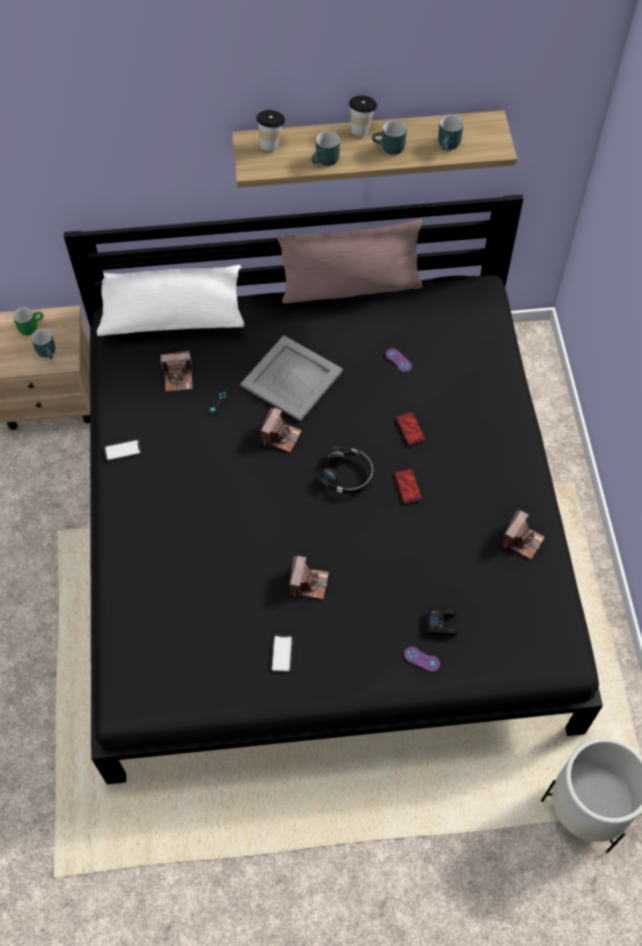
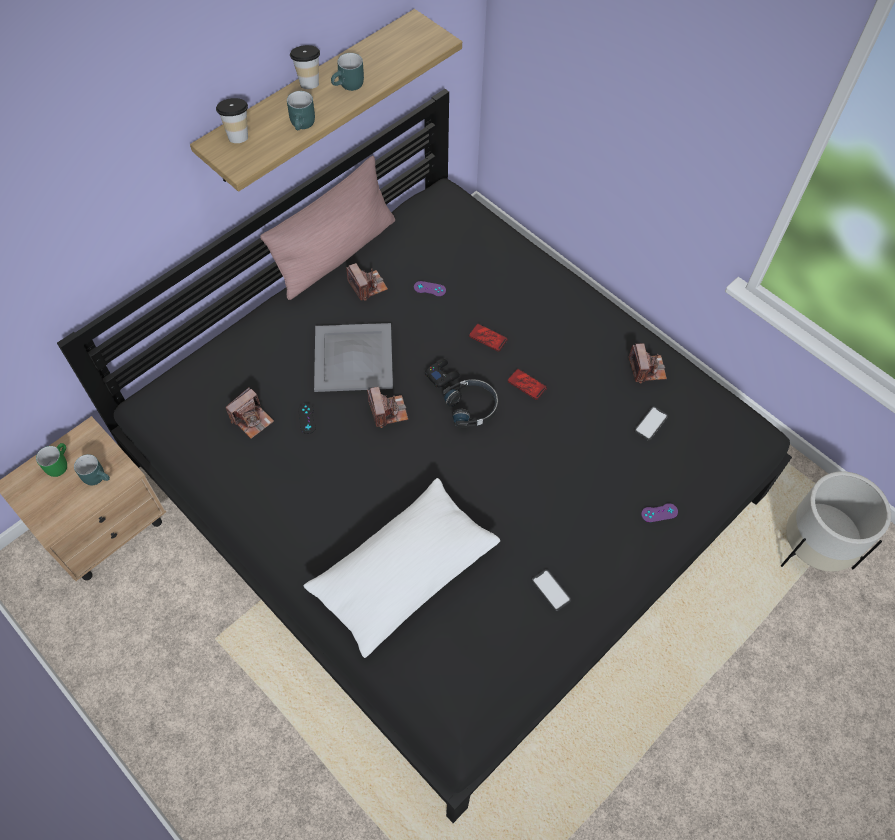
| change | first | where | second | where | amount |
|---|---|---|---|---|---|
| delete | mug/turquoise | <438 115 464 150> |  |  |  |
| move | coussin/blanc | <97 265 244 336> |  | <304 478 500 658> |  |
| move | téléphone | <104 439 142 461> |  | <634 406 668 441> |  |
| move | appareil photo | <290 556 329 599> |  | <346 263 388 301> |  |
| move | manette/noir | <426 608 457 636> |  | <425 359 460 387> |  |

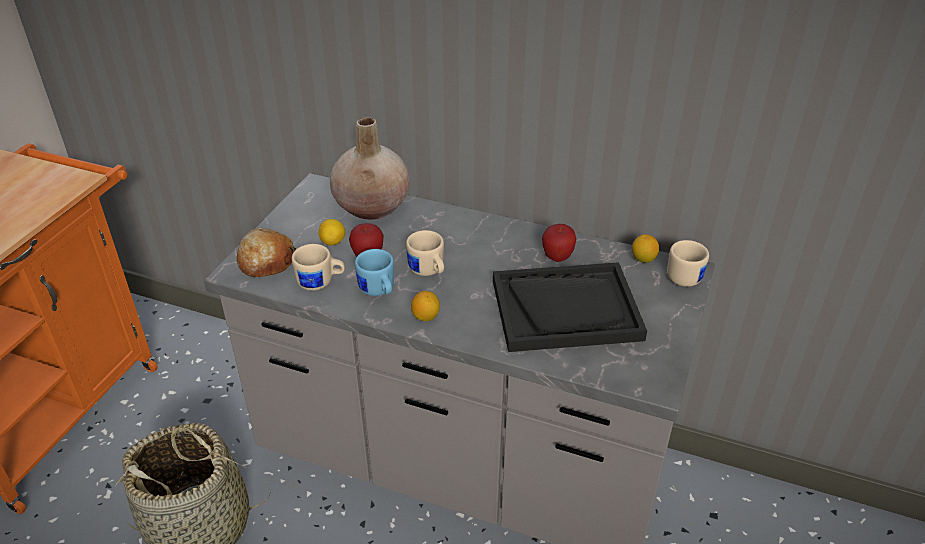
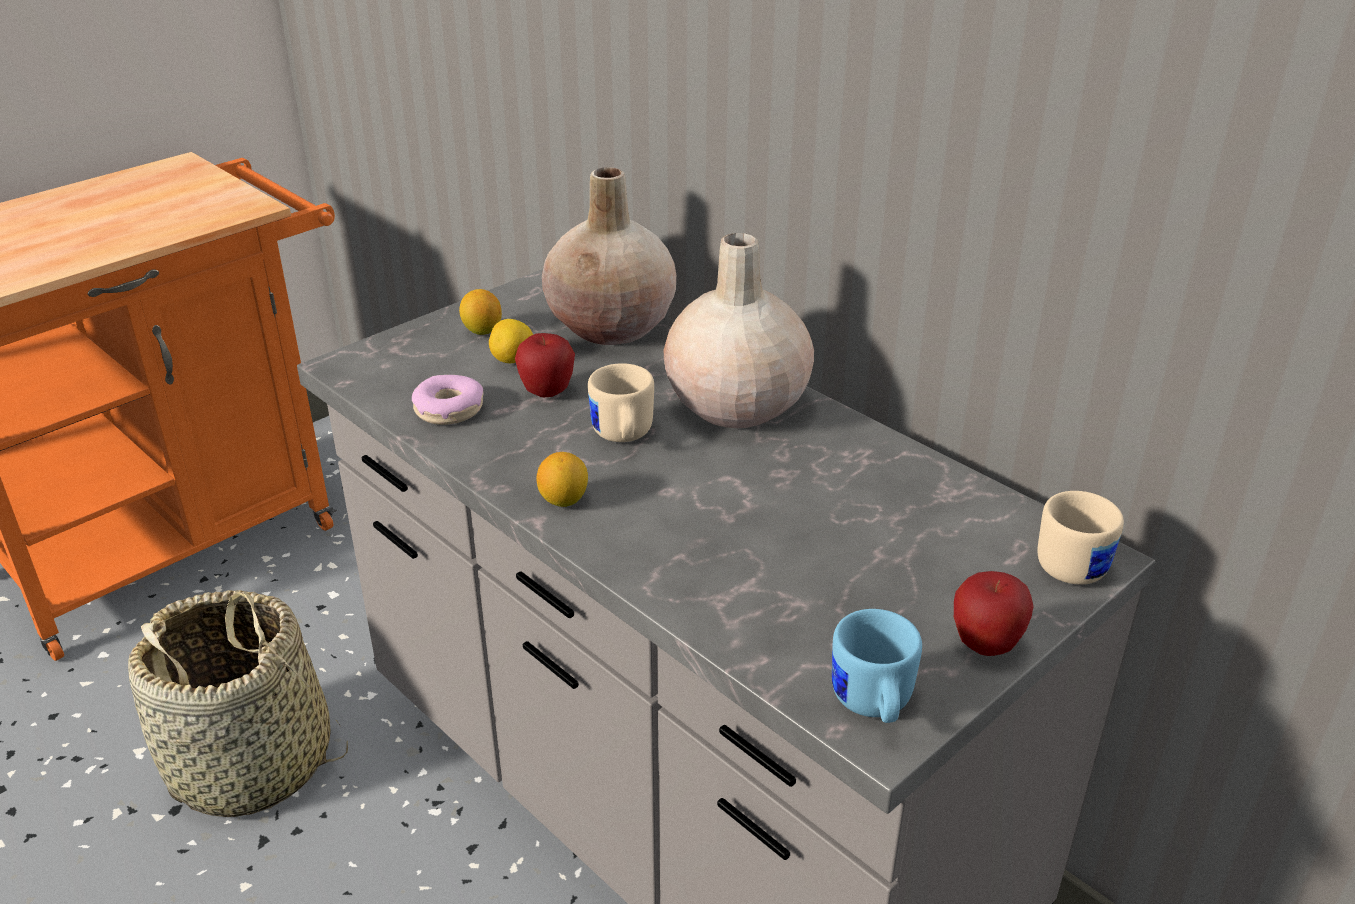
| change | first | where | second | where | amount |
|---|---|---|---|---|---|
| delete | pain | <237 228 296 277> |  |  |  |
| delete | plateau/noir | <493 262 647 352> |  |  |  |
| insert |  |  | vase/beige | <663 233 814 428> |  |
| move | mug/bleu | <355 249 394 296> |  | <832 609 922 723> |  |
| move | pomme | <542 224 576 262> |  | <954 571 1033 656> |  |
| move | citron | <632 234 659 263> |  | <459 289 502 335> |  |
| replace | mug/beige | <292 244 345 291> | beignet | <412 375 483 425> |  |

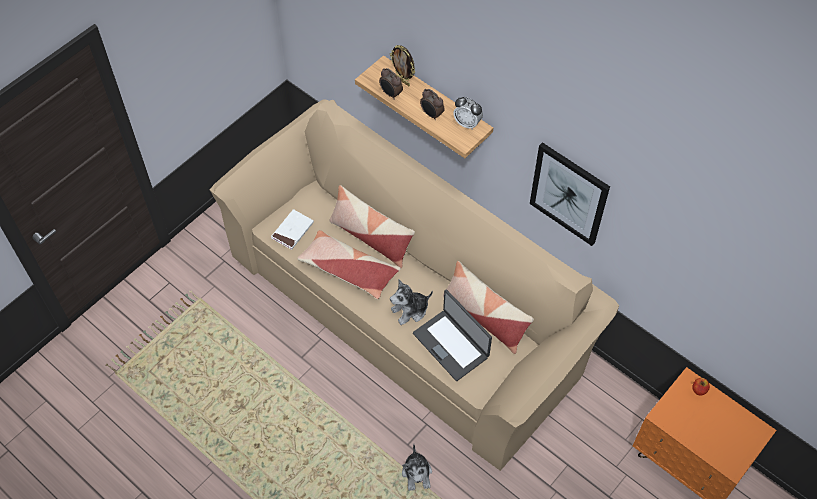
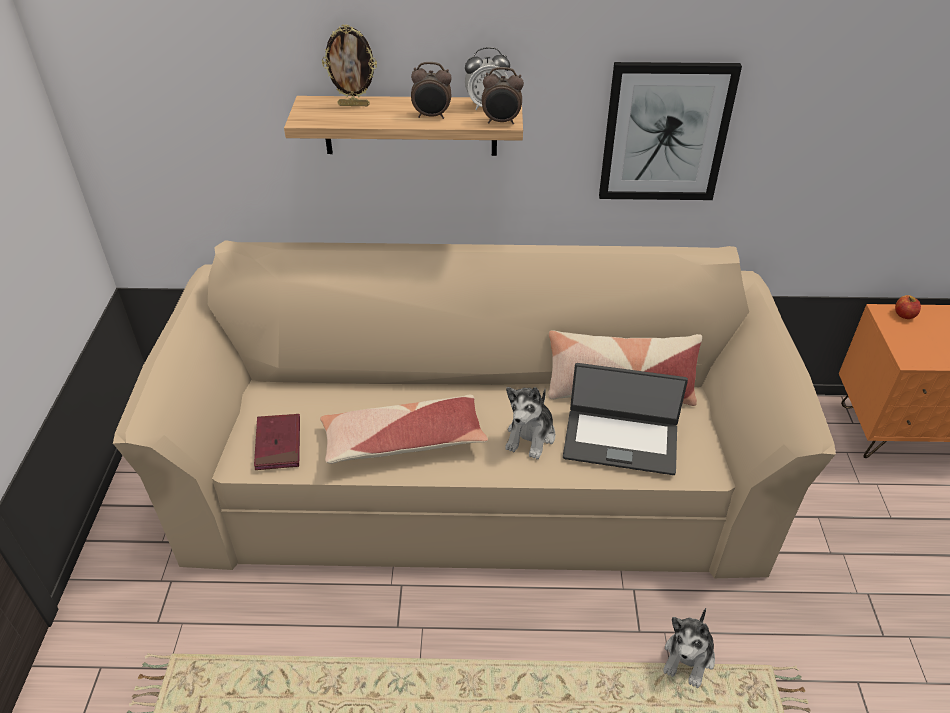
| change | first | where | second | where | amount |
|---|---|---|---|---|---|
| delete | coussin | <329 185 415 268> |  |  |  |
| move | réveil | <379 68 403 100> |  | <482 67 524 124> |  |
| recolor | livre/blanc | <271 209 314 250> | livre/rouge | <254 414 300 470> |  |
| rotate | peluche | <402 444 432 491> |  | <663 608 715 688> | 75 degrees clockwise |

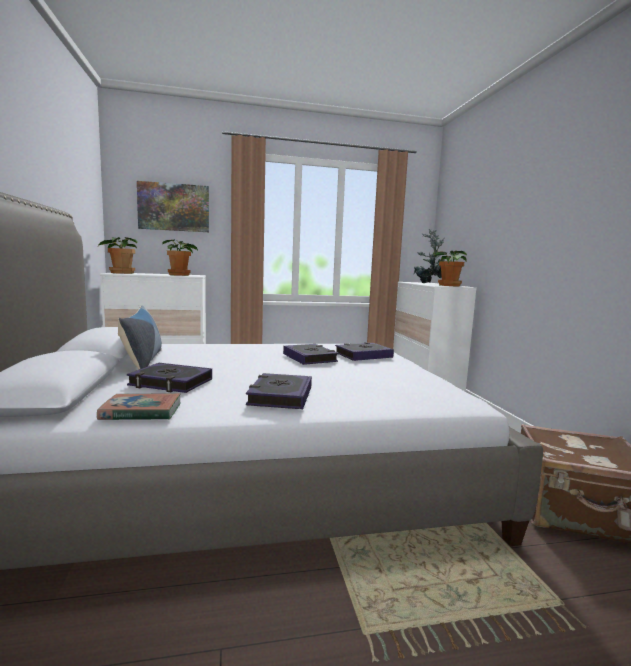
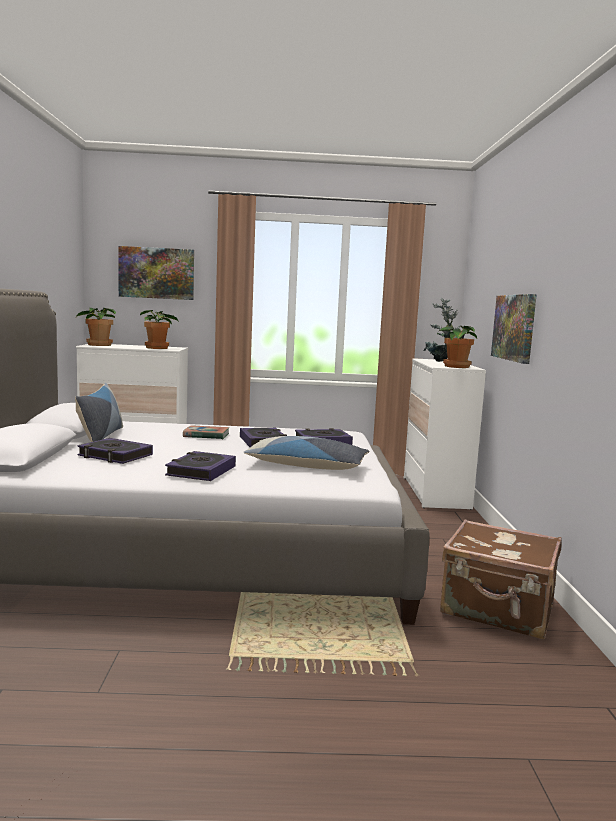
| change | first | where | second | where | amount |
|---|---|---|---|---|---|
| insert |  |  | coussin | <243 436 369 470> |  |
| insert |  |  | tableau | <491 294 537 364> |  |
| move | livre | <97 393 181 420> |  | <183 425 229 439> |  |

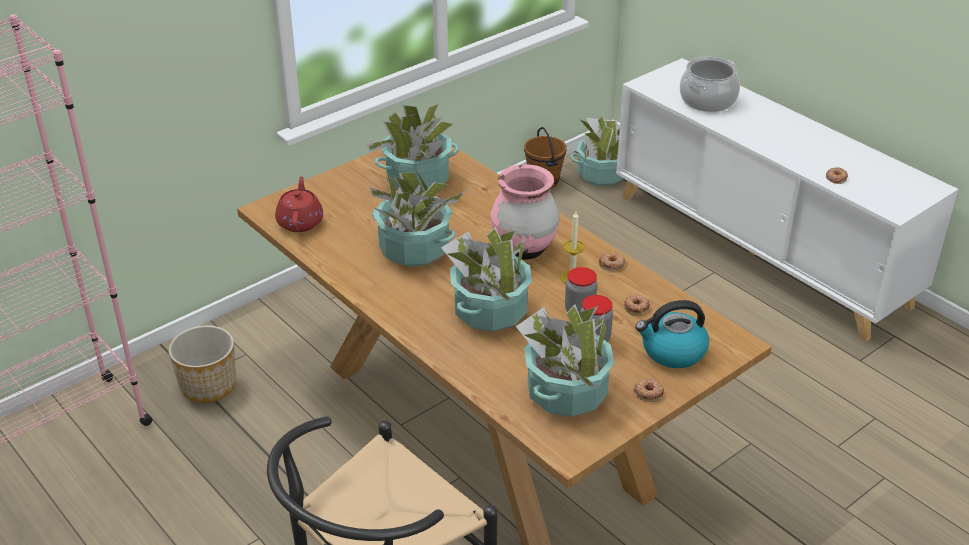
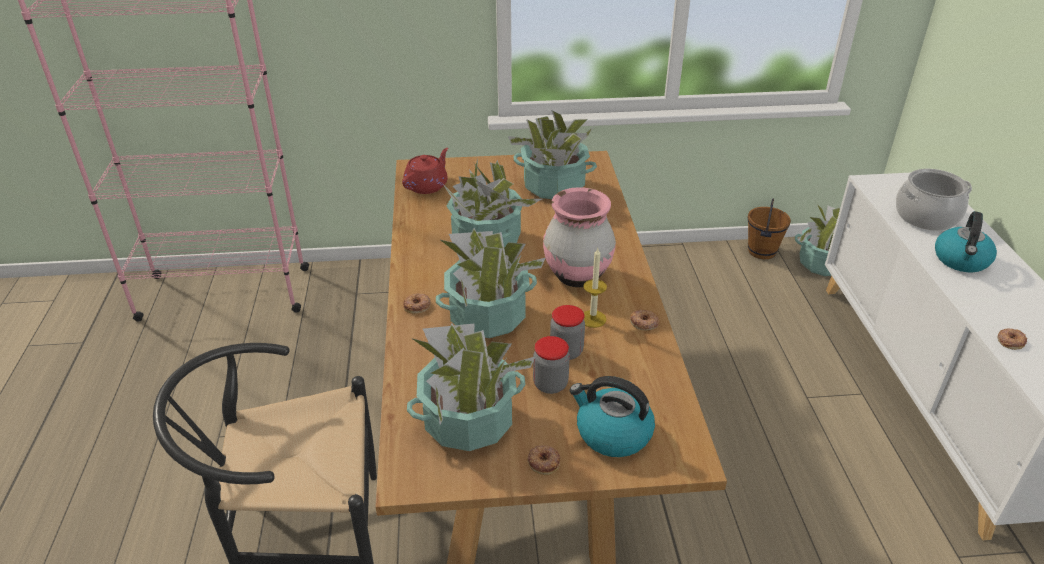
| change | first | where | second | where | amount |
|---|---|---|---|---|---|
| delete | cache-pot | <169 325 236 403> |  |  |  |
| insert |  |  | bouilloire | <935 211 997 272> |  |
| move | beignet | <624 294 650 315> |  | <404 293 431 314> |  |

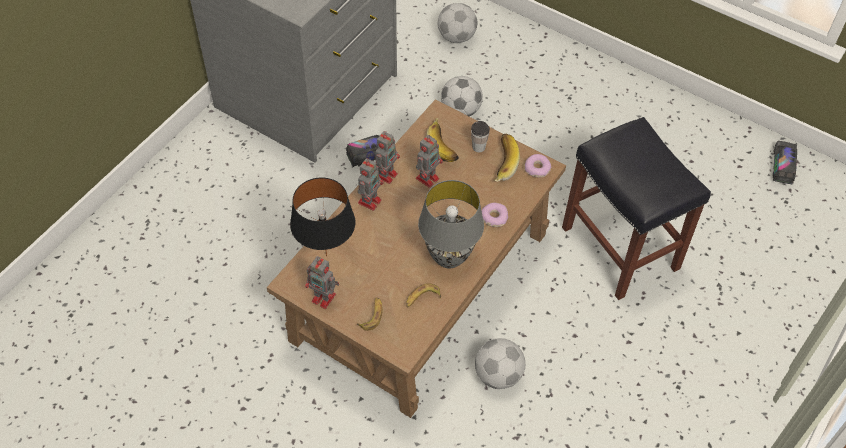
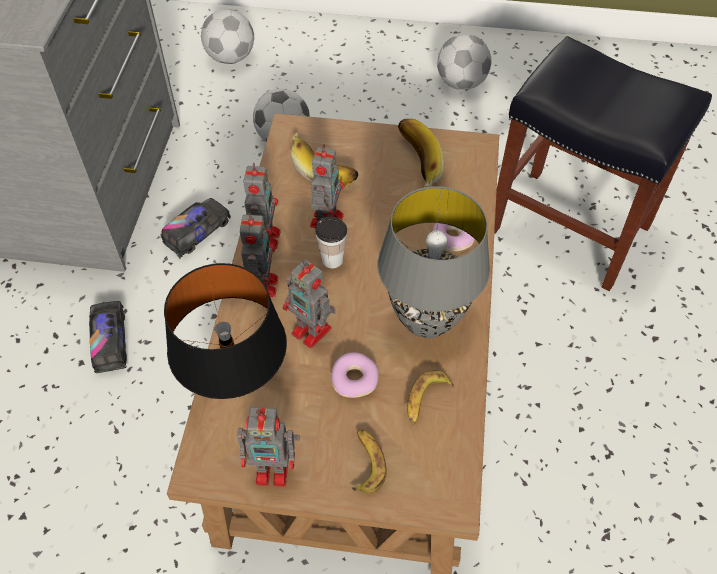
| change | first | where | second | where | amount |
|---|---|---|---|---|---|
| insert |  |  | robot jouet | <283 259 336 348> |  |
| move | tasse | <471 121 490 152> |  | <315 216 347 268> |  |
| move | ballon de foot | <475 338 525 389> |  | <437 34 492 90> |  |
| move | beignet | <524 154 551 177> |  | <331 352 379 398> |  |
| move | camion jouet | <773 141 797 184> |  | <89 301 127 373> |  |

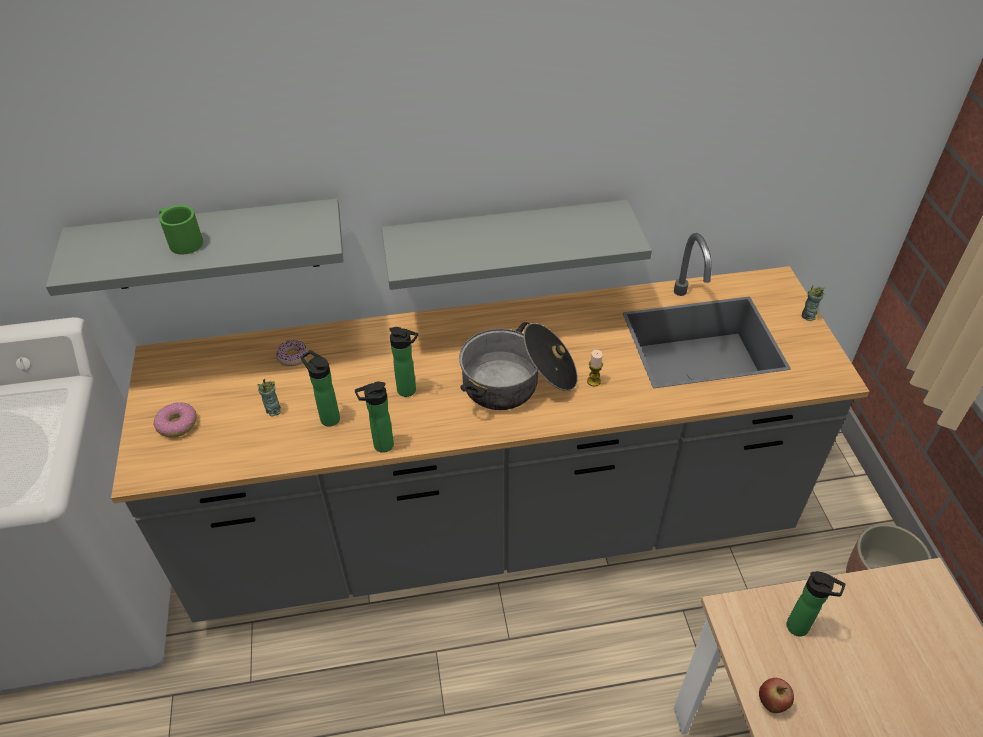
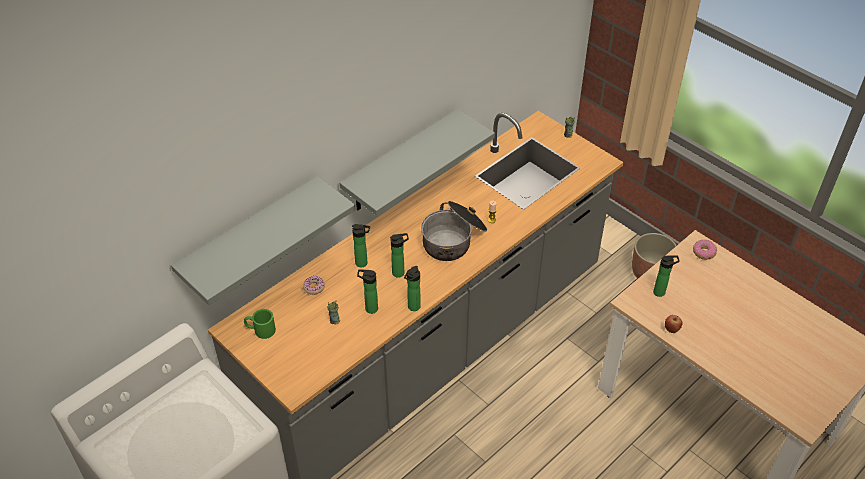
| change | first | where | second | where | amount |
|---|---|---|---|---|---|
| insert |  |  | bouteille | <352 224 370 267> |  |
| move | beignet | <154 402 197 438> |  | <693 240 717 260> |  |
| move | mug/vert | <159 205 203 255> |  | <244 309 276 339> |  |

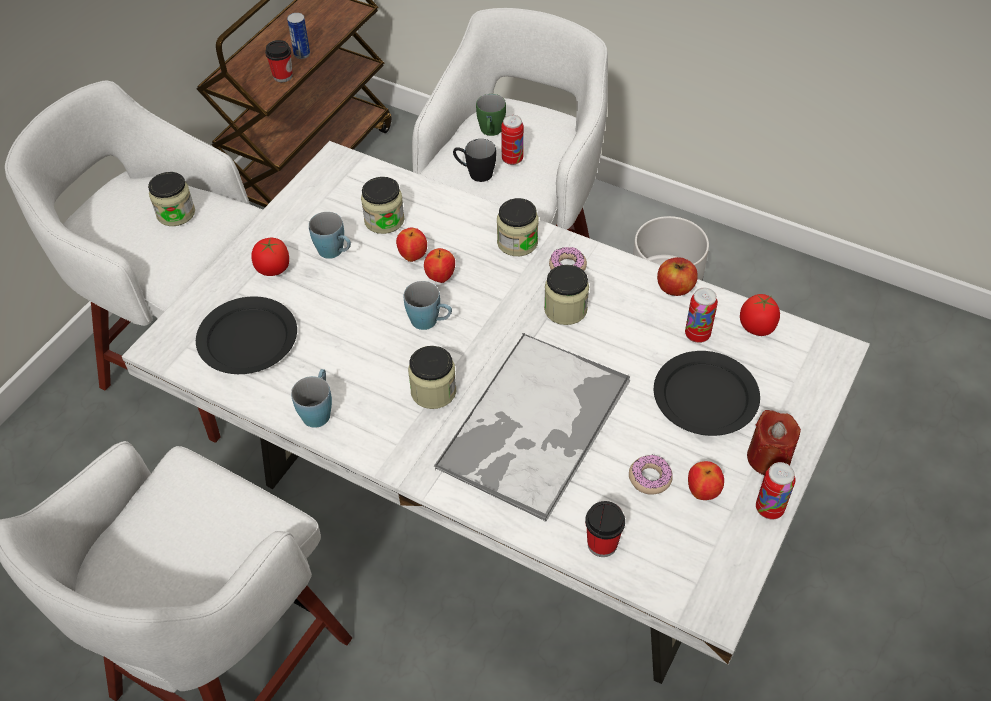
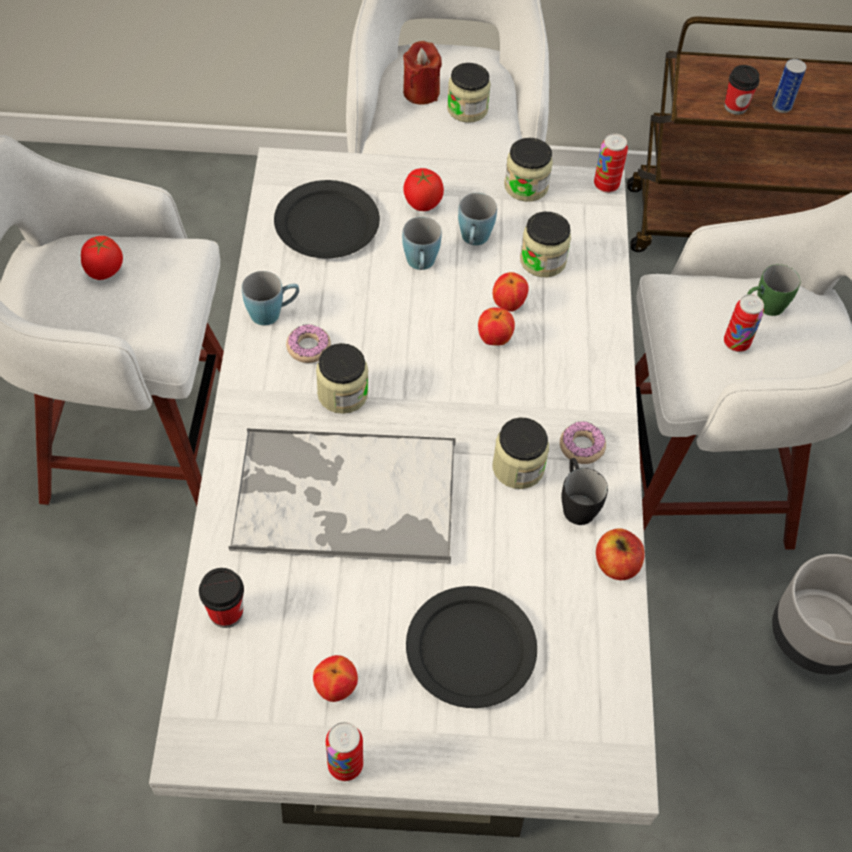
| change | first | where | second | where | amount |
|---|---|---|---|---|---|
| move | mug/bleu | <403 281 452 330> |  | <402 217 442 270> |  |
| move | mug/noir | <453 139 496 182> |  | <562 458 608 525> |  |
| move | bocal | <497 198 539 256> |  | <504 138 553 202> |  |
| move | beignet | <629 455 673 495> |  | <286 324 331 363> |  |
| move | boîte métallique | <685 288 718 343> |  | <594 133 628 193> |  |
| move | tomate | <740 294 780 336> |  | <81 236 123 280> |  |
| move | bougie/rouge | <747 410 801 475> |  | <403 41 442 105> |  |

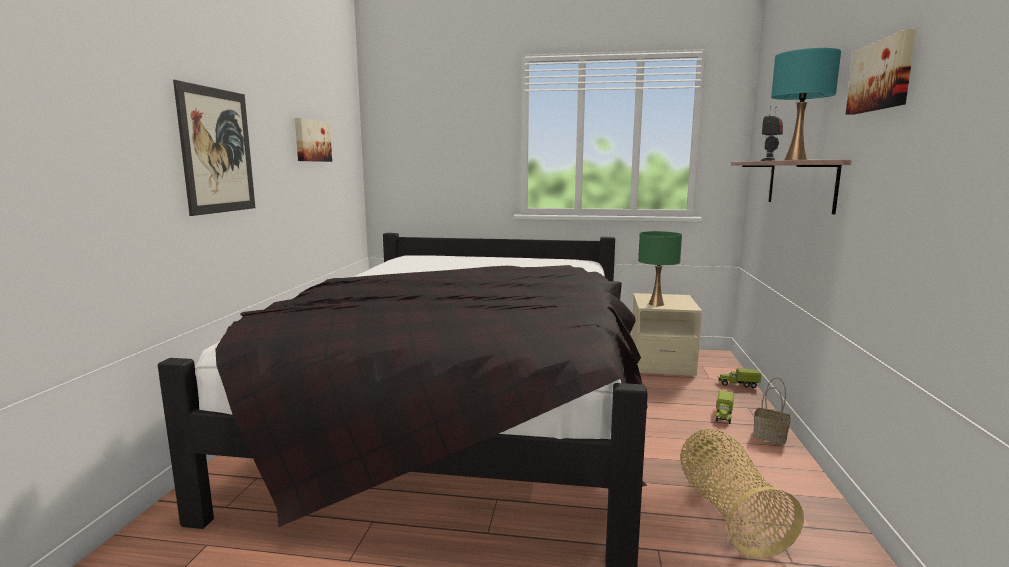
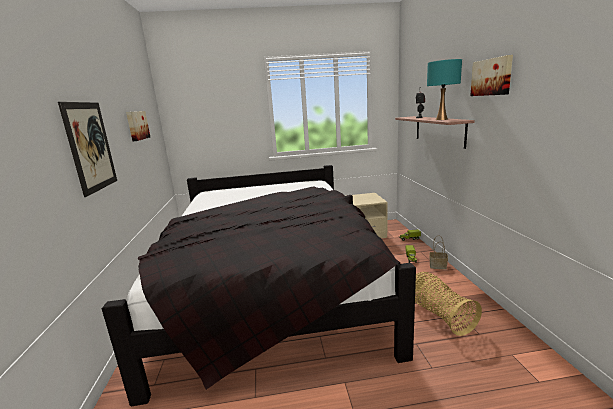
| change | first | where | second | where | amount |
|---|---|---|---|---|---|
| delete | lampe de table/vert | <638 231 682 306> |  |  |  |

